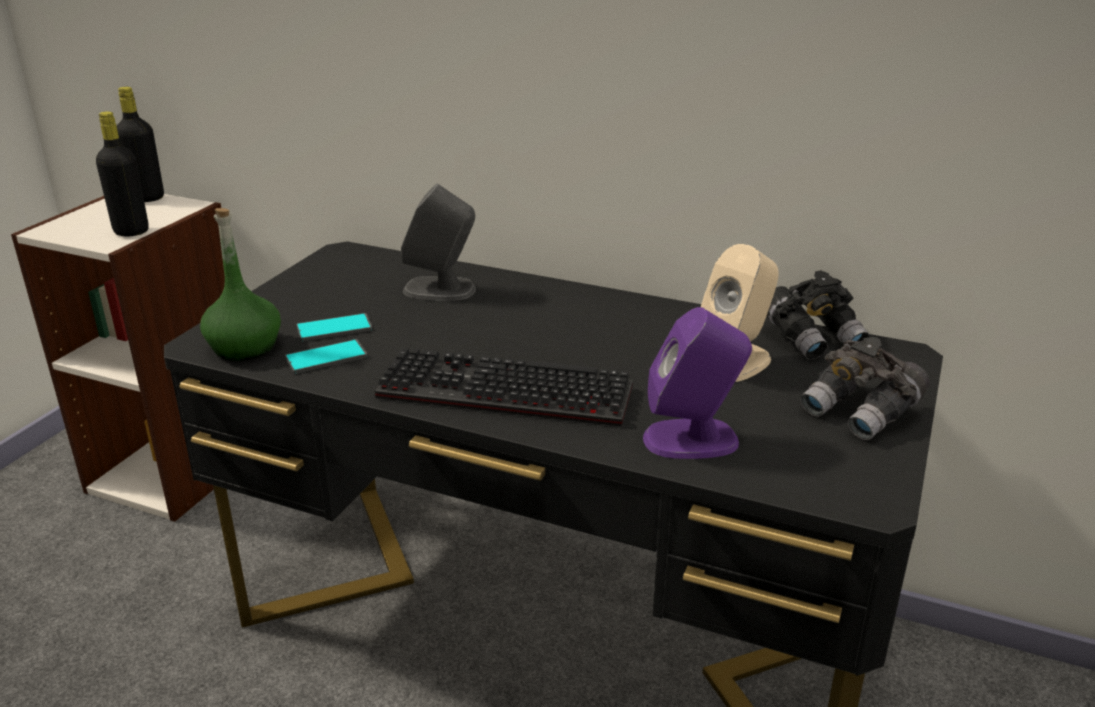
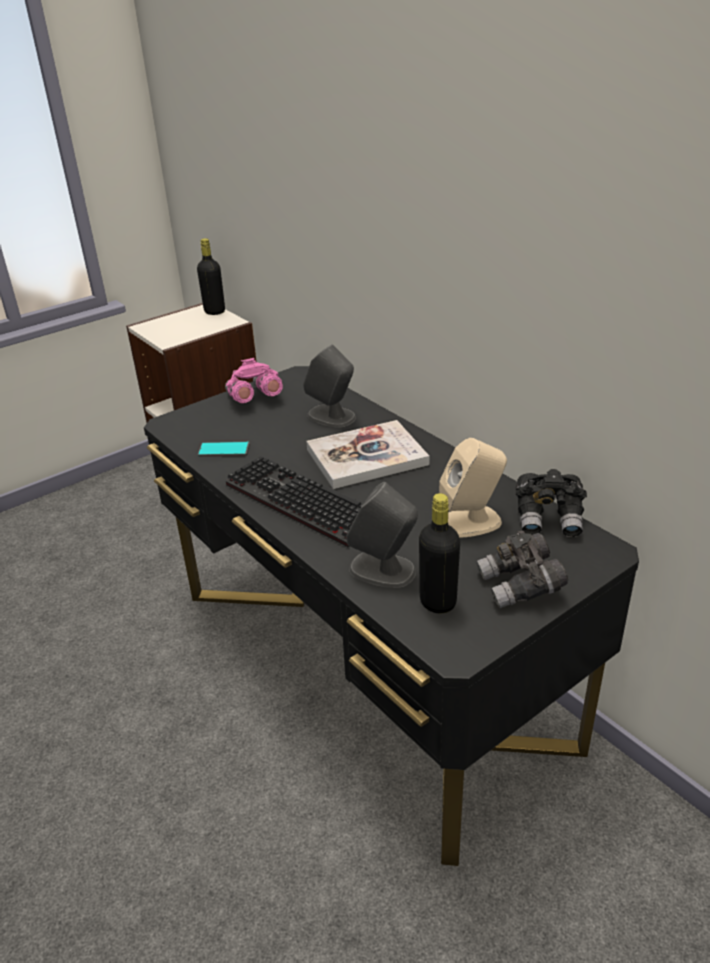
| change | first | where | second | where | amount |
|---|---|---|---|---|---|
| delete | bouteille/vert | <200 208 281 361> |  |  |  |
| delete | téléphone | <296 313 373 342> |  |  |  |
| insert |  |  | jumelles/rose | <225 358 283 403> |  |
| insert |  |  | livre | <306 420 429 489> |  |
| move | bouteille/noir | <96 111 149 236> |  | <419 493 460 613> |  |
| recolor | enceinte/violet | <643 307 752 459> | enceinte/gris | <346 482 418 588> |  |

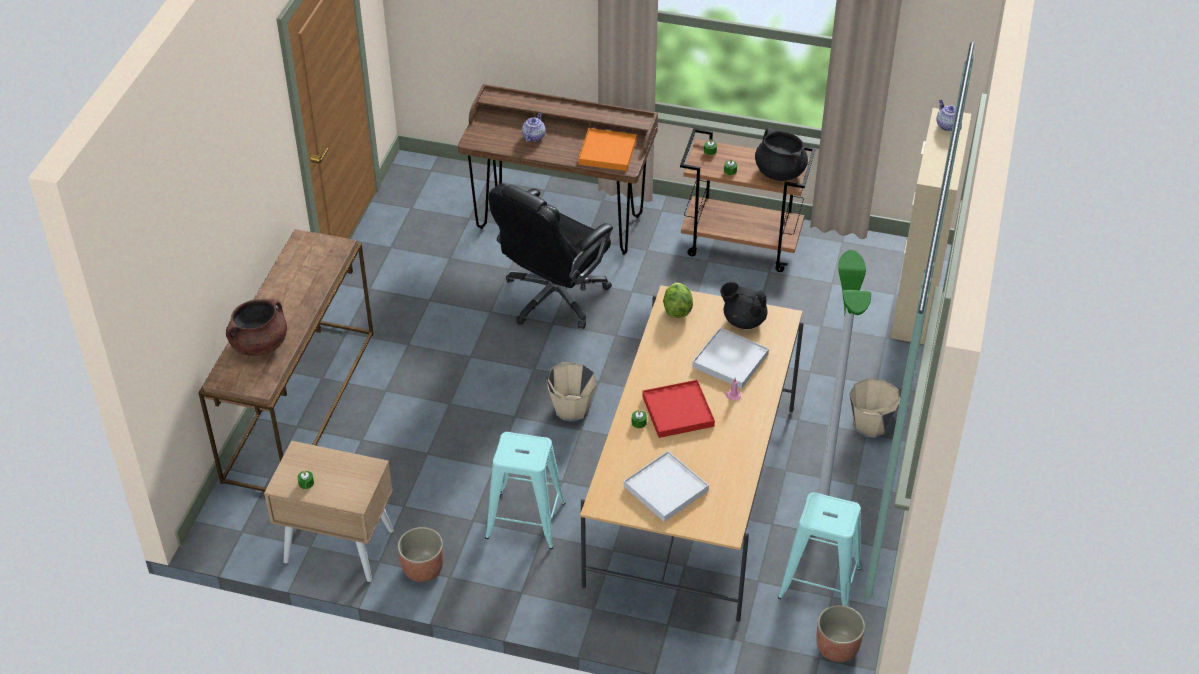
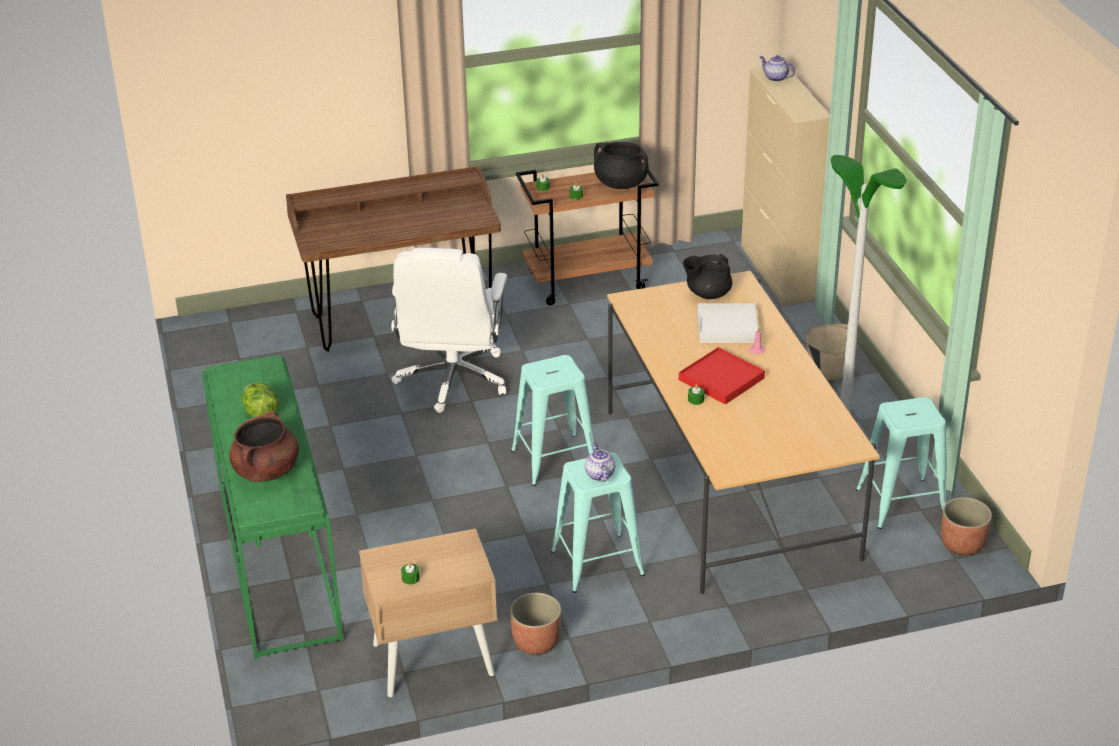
| change | first | where | second | where | amount |
|---|---|---|---|---|---|
| delete | plateau/orange | <578 128 637 171> |  |  |  |
| delete | plateau/blanc | <624 451 709 522> |  |  |  |
| move | théière | <522 112 546 142> |  | <585 443 615 482> |  |
| move | laitue | <663 283 693 318> |  | <242 382 279 418> |  |
| replace | seau/beige | <546 362 596 422> | tabouret/turquoise | <511 355 594 486> |  |
| recolor | table console/marron | <199 229 374 492> | table console/vert | <202 355 343 659> |  |
| recolor | chaise de bureau/noir | <489 183 613 329> | chaise de bureau/blanc | <391 248 507 413> |  |

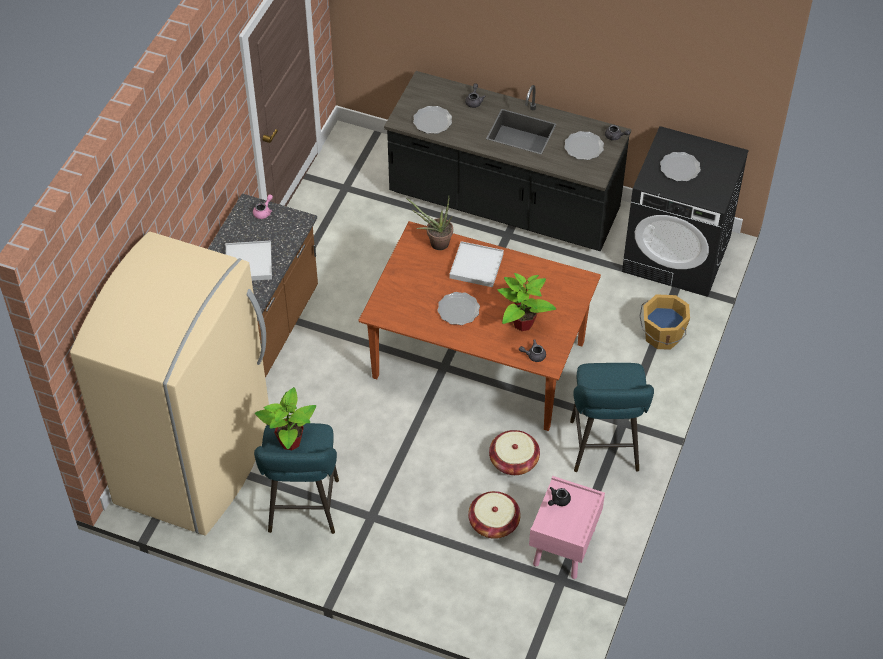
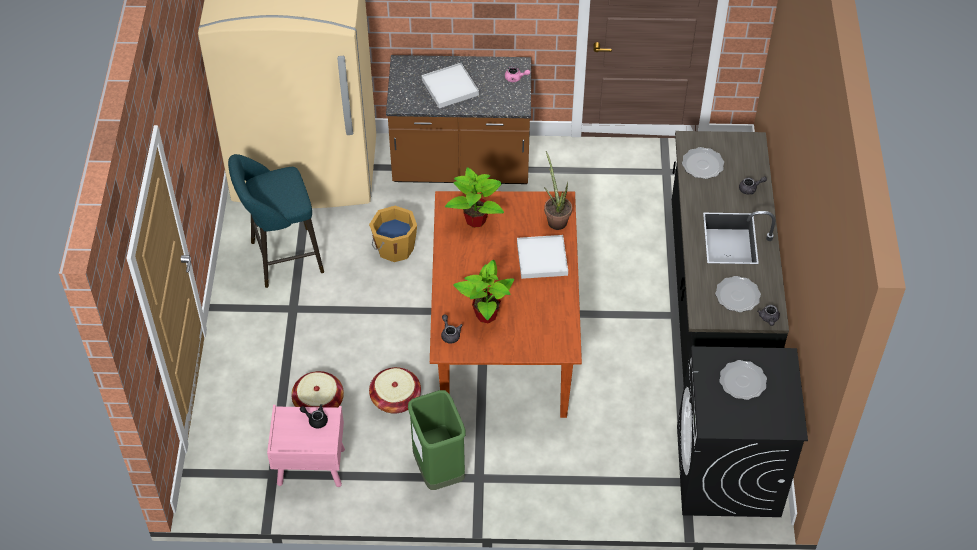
| change | first | where | second | where | amount |
|---|---|---|---|---|---|
| delete | assiette | <437 292 480 325> |  |  |  |
| move | plante en pot | <255 387 316 450> |  | <445 167 504 228> |  |
| move | seau/orange | <640 294 690 350> |  | <369 206 417 262> |  |
| replace | tabouret/turquoise | <570 363 654 472> | poubelle/vert | <408 390 466 490> |  |

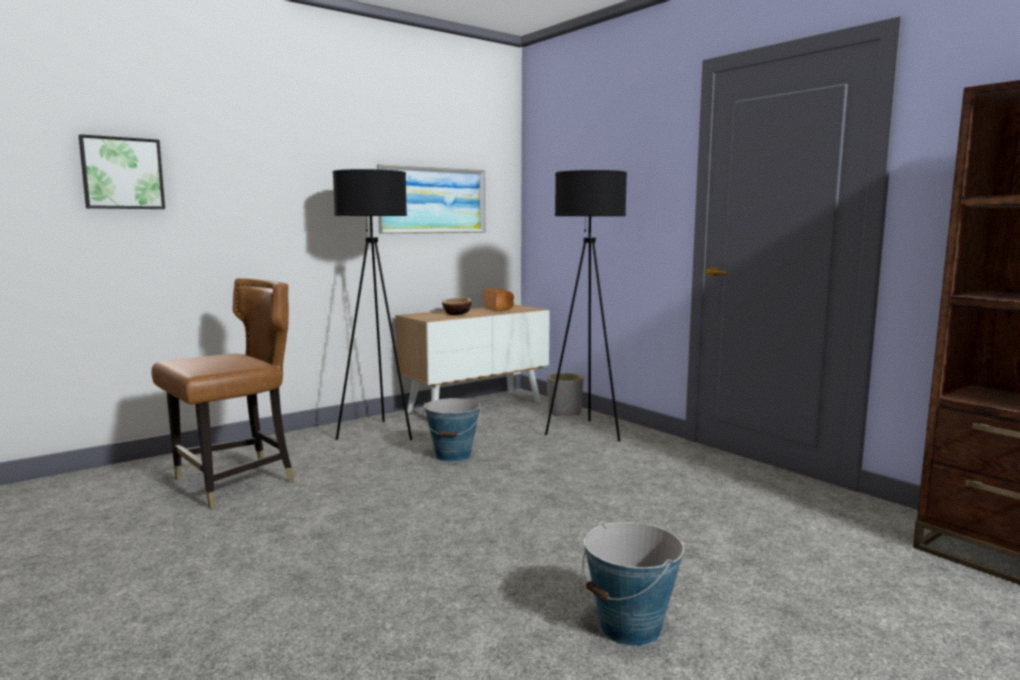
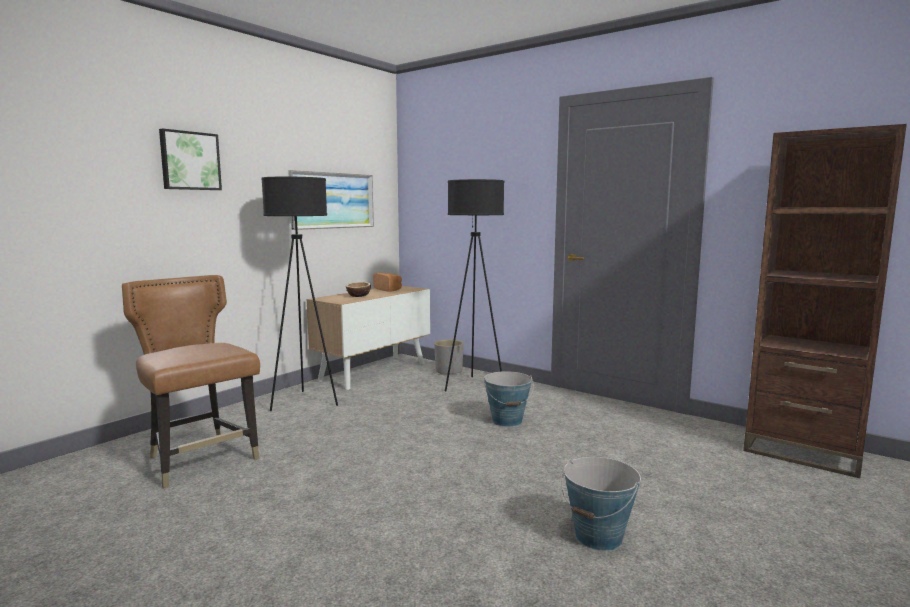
| change | first | where | second | where | amount |
|---|---|---|---|---|---|
| move | tableau | <79 134 165 209> |  | <159 128 222 190> |  |
| move | seau | <423 398 481 462> |  | <484 371 534 427> |  |
| rotate | chaise/marron | <151 278 295 509> |  | <122 275 260 488> | 75 degrees counterclockwise |

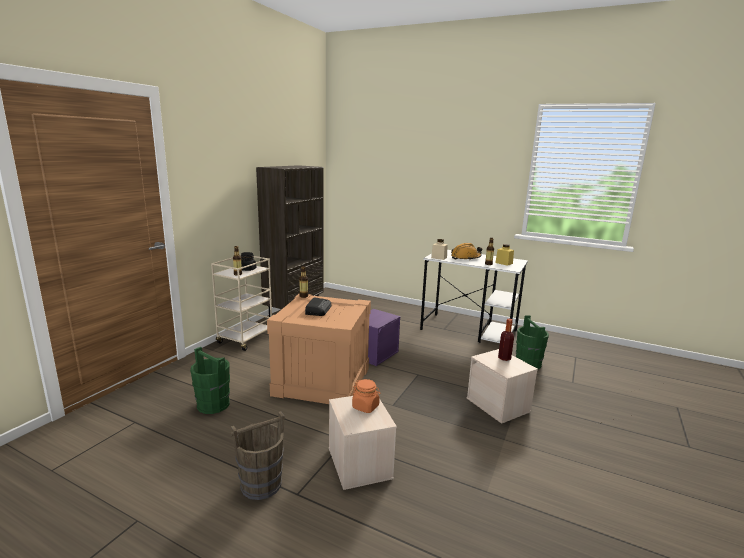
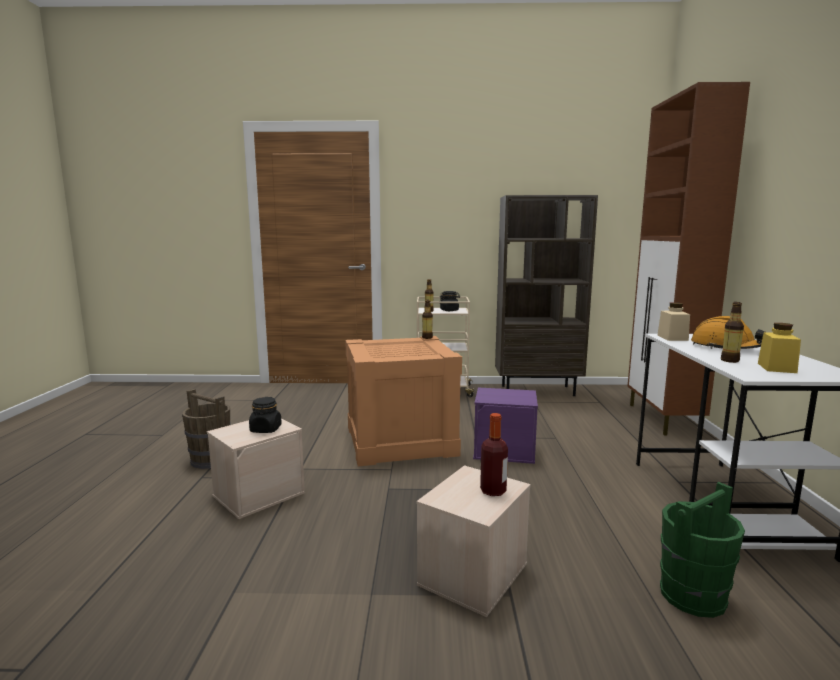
| change | first | where | second | where | amount |
|---|---|---|---|---|---|
| delete | seau/vert | <190 347 230 414> |  |  |  |
| delete | radio | <305 297 332 316> |  |  |  |
| insert |  |  | meuble de rangement/marron | <627 82 750 435> |  |
| recolor | bocal/orange | <352 379 381 413> | bocal/noir | <249 397 282 433> |  |

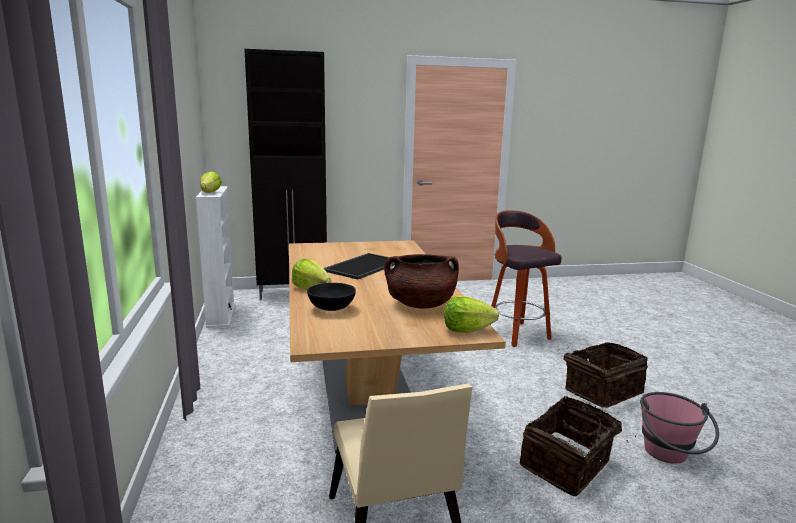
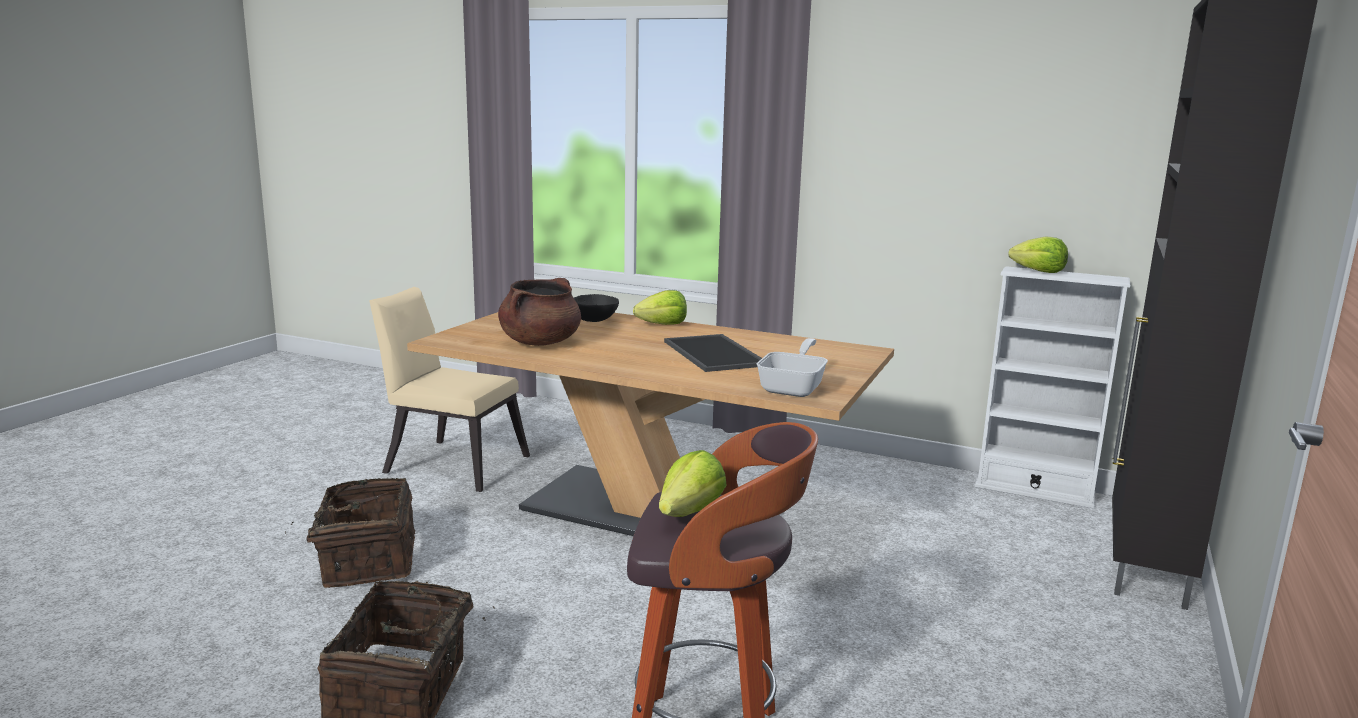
| change | first | where | second | where | amount |
|---|---|---|---|---|---|
| delete | seau/rose | <640 392 719 464> |  |  |  |
| insert |  |  | poêle | <757 338 828 397> |  |
| move | laitue | <444 296 499 333> |  | <659 450 727 517> |  |

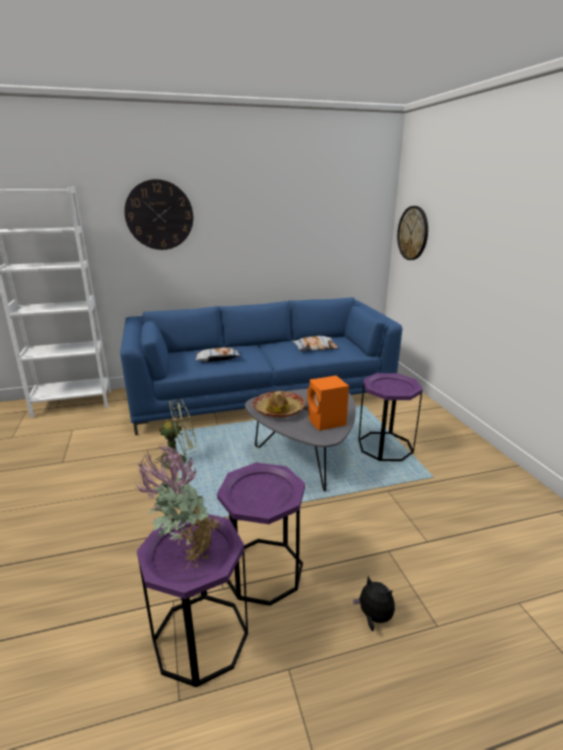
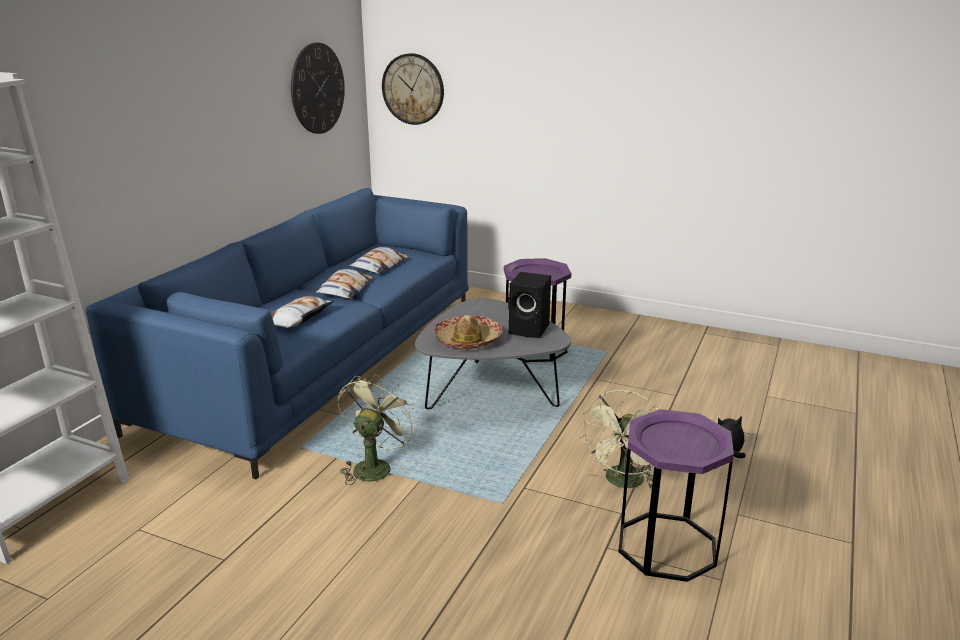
| change | first | where | second | where | amount |
|---|---|---|---|---|---|
| delete | plante en pot | <134 444 220 570> |  |  |  |
| insert |  |  | coussin | <316 269 373 299> |  |
| move | horloge murale | <124 179 193 250> |  | <291 42 345 134> |  |
| replace | table d'appoint/violet | <217 463 305 606> | ventilateur/vert | <580 390 659 489> |  |
| recolor | enceinte/orange | <307 376 349 431> | enceinte/noir | <508 272 551 338> |  |

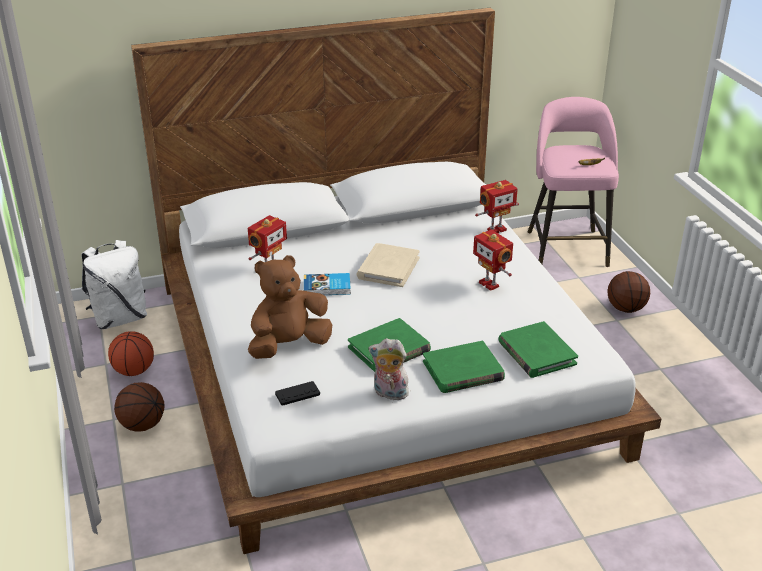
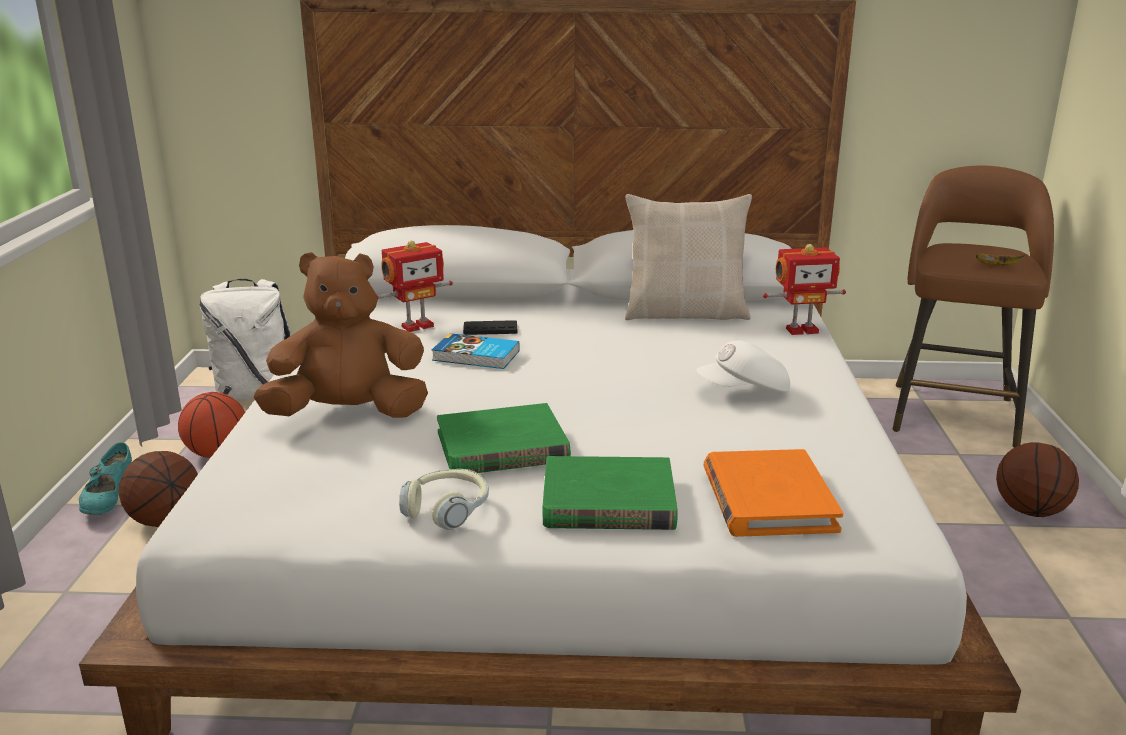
| change | first | where | second | where | amount |
|---|---|---|---|---|---|
| delete | livre/beige | <356 243 420 287> |  |  |  |
| insert |  |  | chaussure/turquoise | <79 442 132 515> |  |
| insert |  |  | coussin/beige | <625 194 752 320> |  |
| move | manette/noir | <275 381 320 406> |  | <463 320 518 335> |  |
| replace | peluche | <369 338 409 400> | casque audio | <399 469 489 530> |  |
| replace | robot jouet | <473 230 513 291> | casquette/blanc | <696 340 790 392> |  |
| recolor | livre/vert | <498 321 578 378> | livre/orange | <704 449 843 537> |  |
| recolor | tabouret/rose | <528 97 619 267> | tabouret/marron | <893 165 1054 448> |  |

